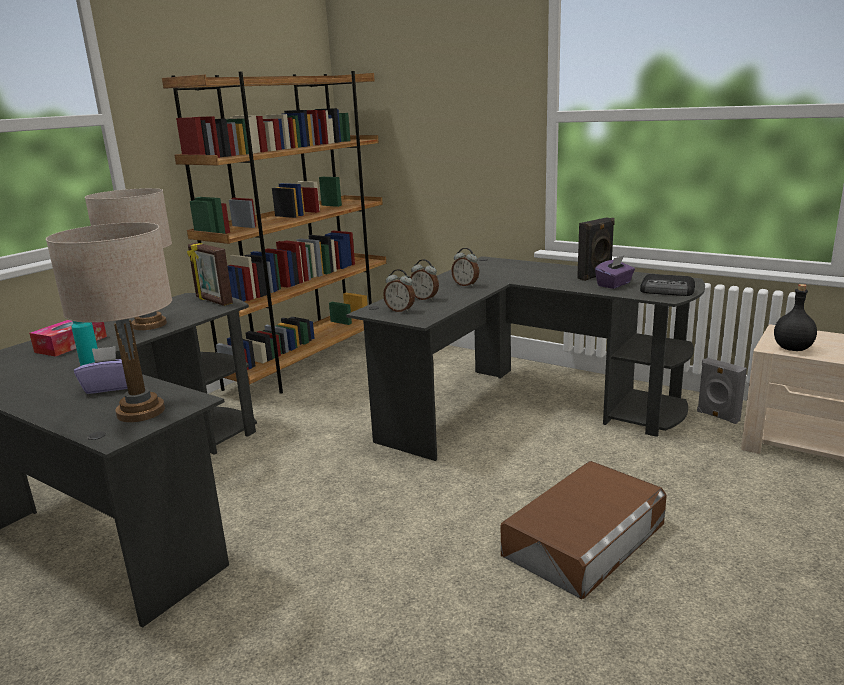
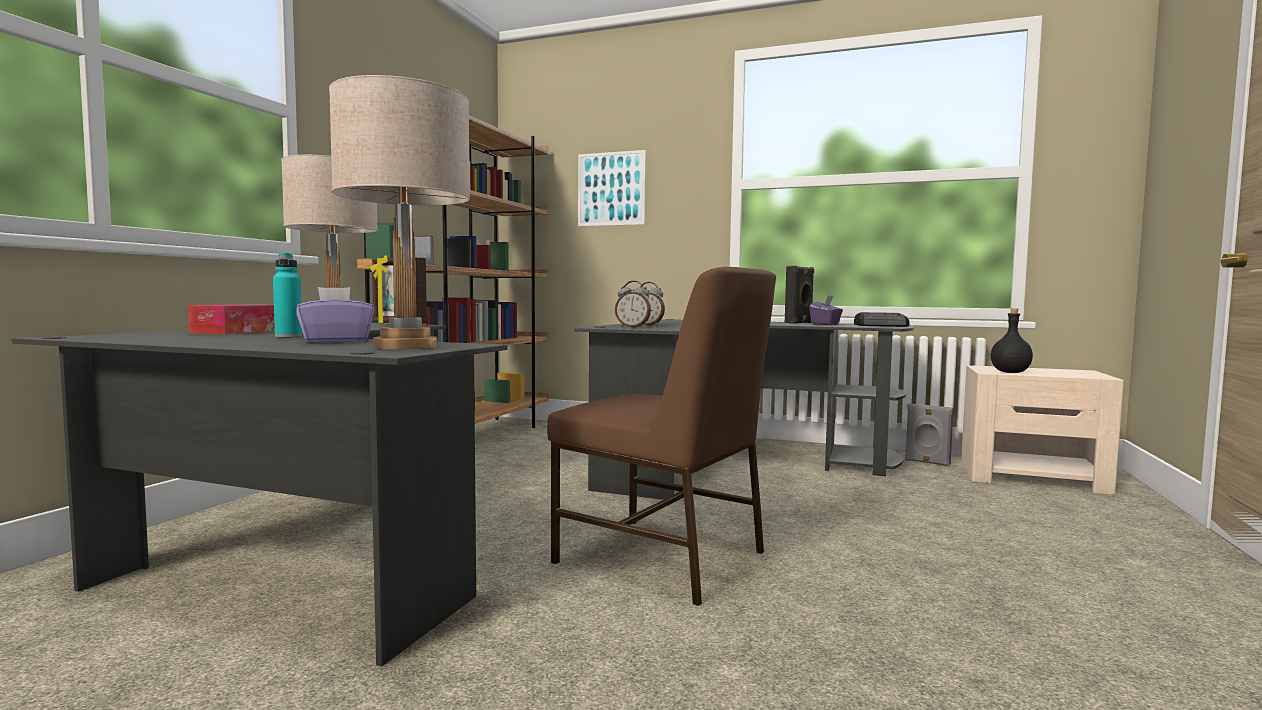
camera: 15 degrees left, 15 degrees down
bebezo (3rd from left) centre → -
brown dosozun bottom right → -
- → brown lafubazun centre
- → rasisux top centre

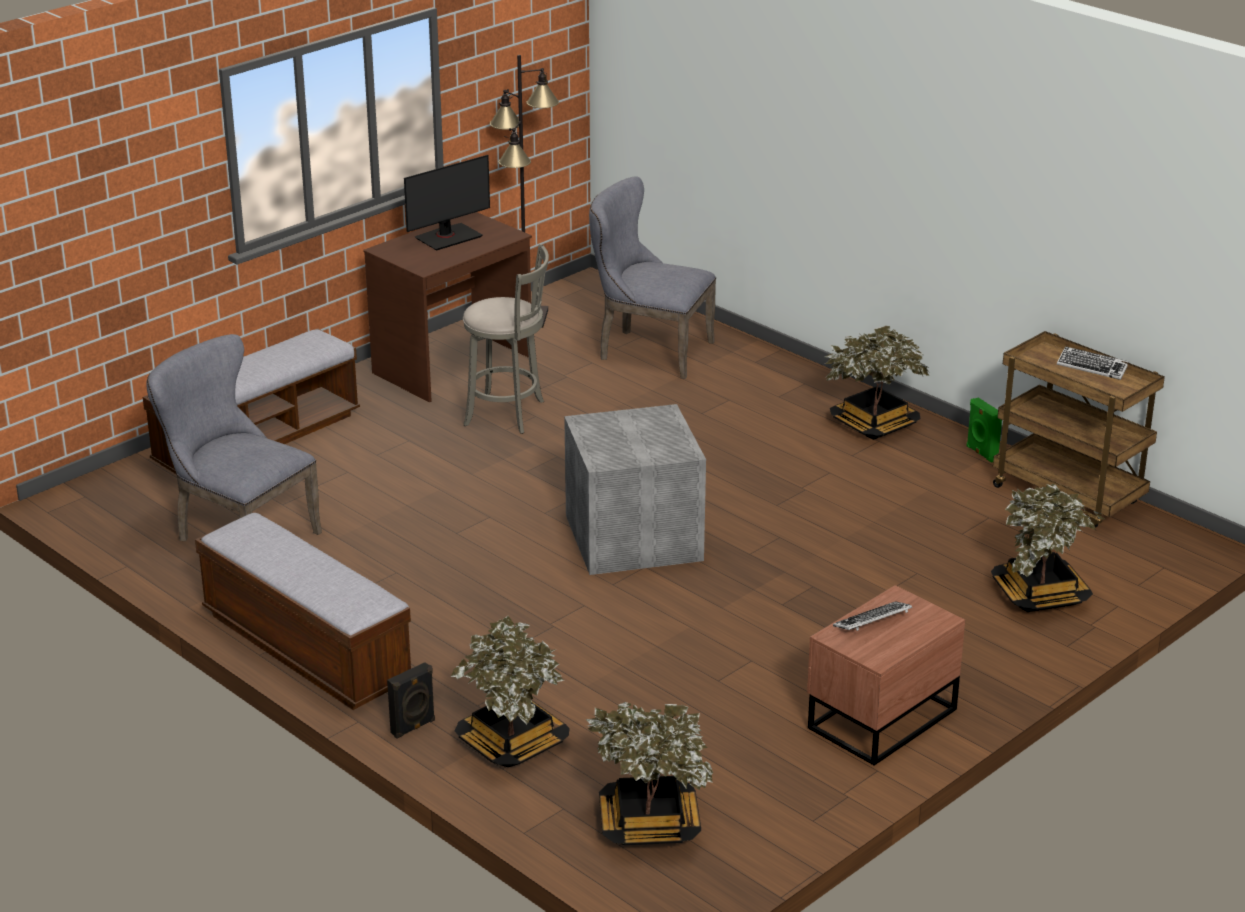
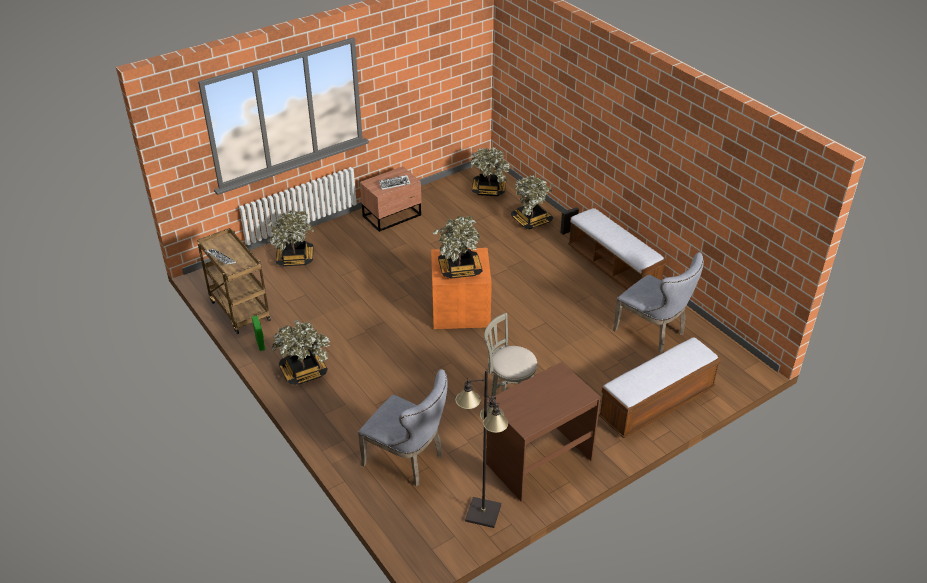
camera: 170 degrees left, 10 degrees up
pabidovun top centre → -
grey dosozun centre → orange dosozun centre
- → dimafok (3rd from left) centre

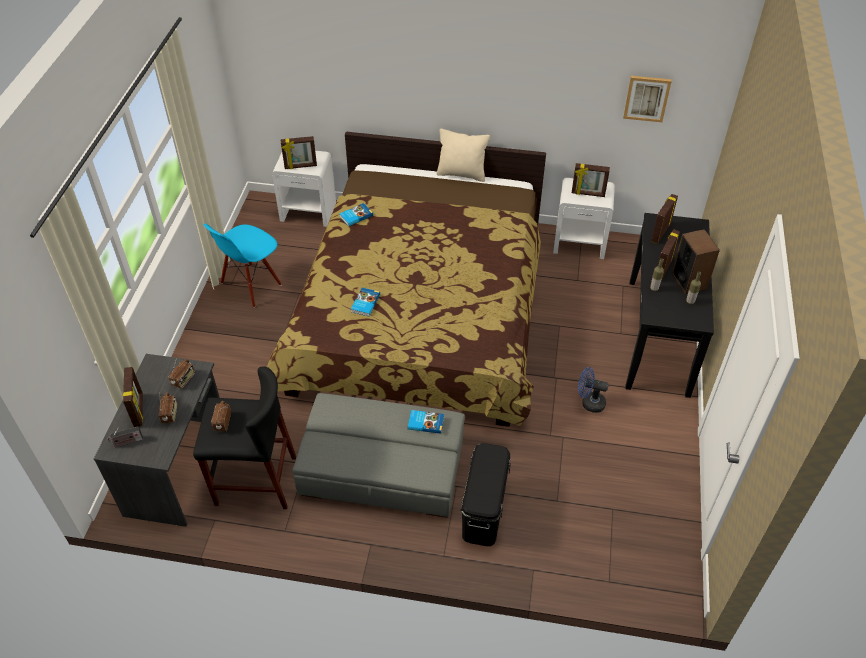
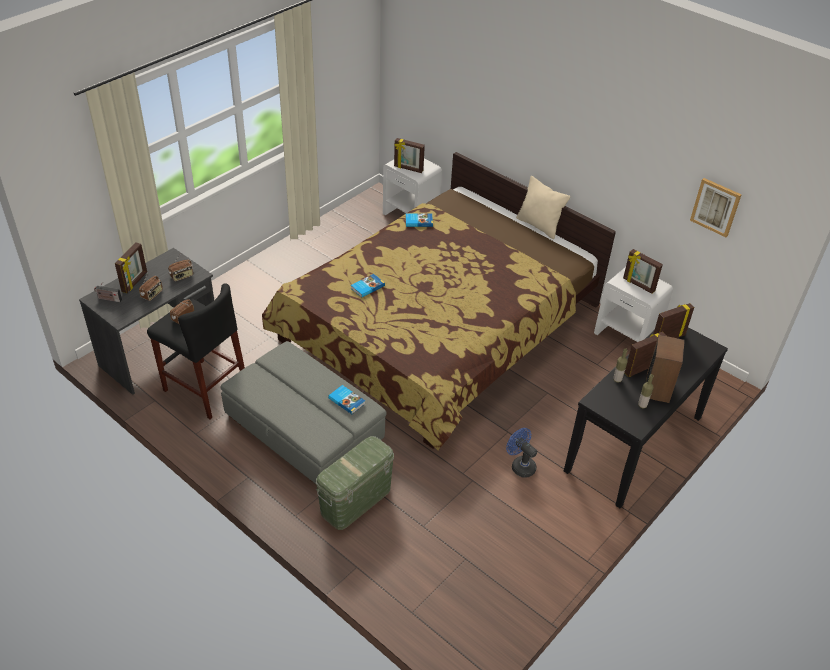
camera: 30 degrees right, 5 degrees down
blue lafubazun middle left → -
black dosozun bottom centre → green dosozun bottom centre

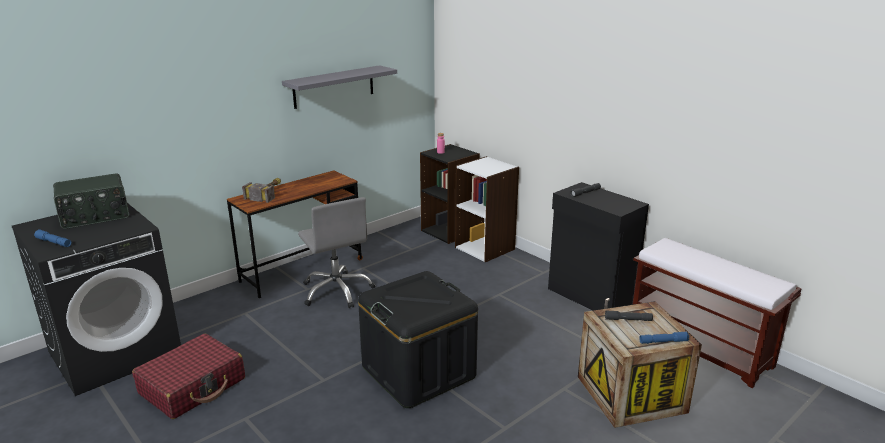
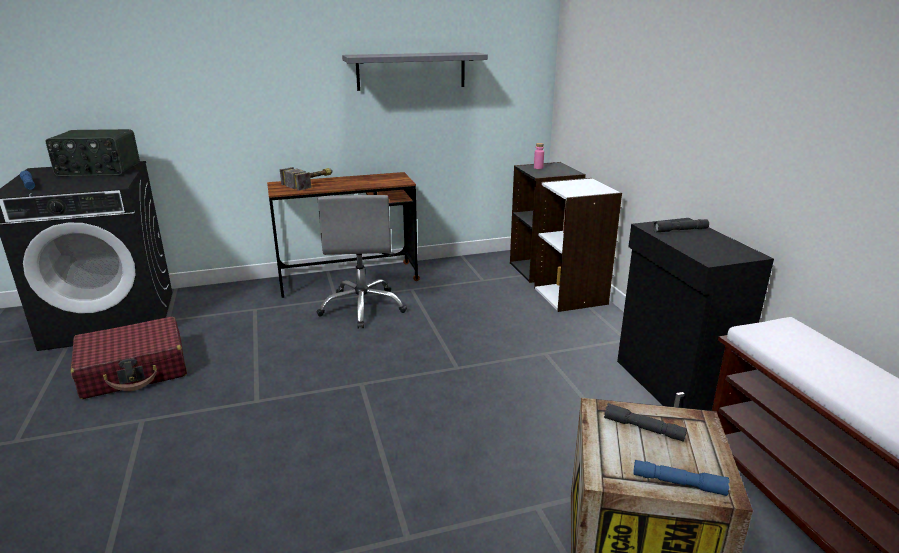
camera: 25 degrees right, 0 degrees up
black dosozun bottom centre → -

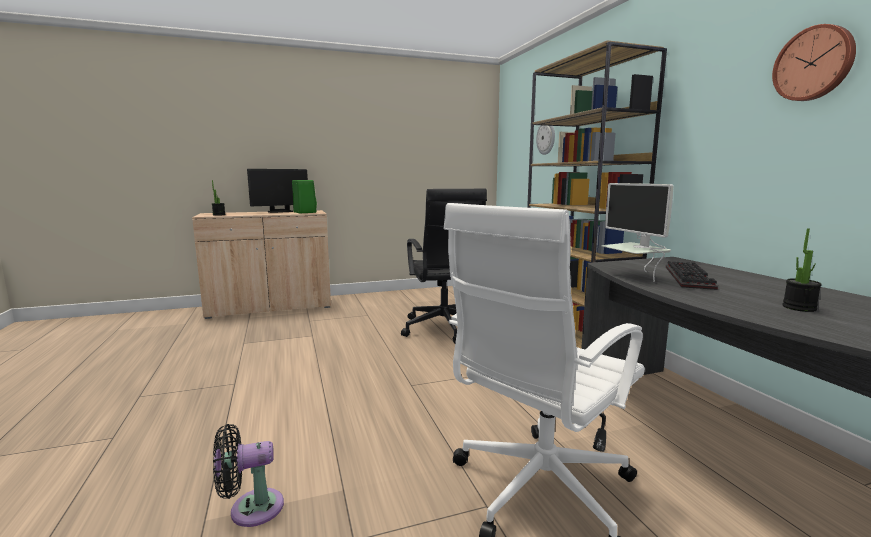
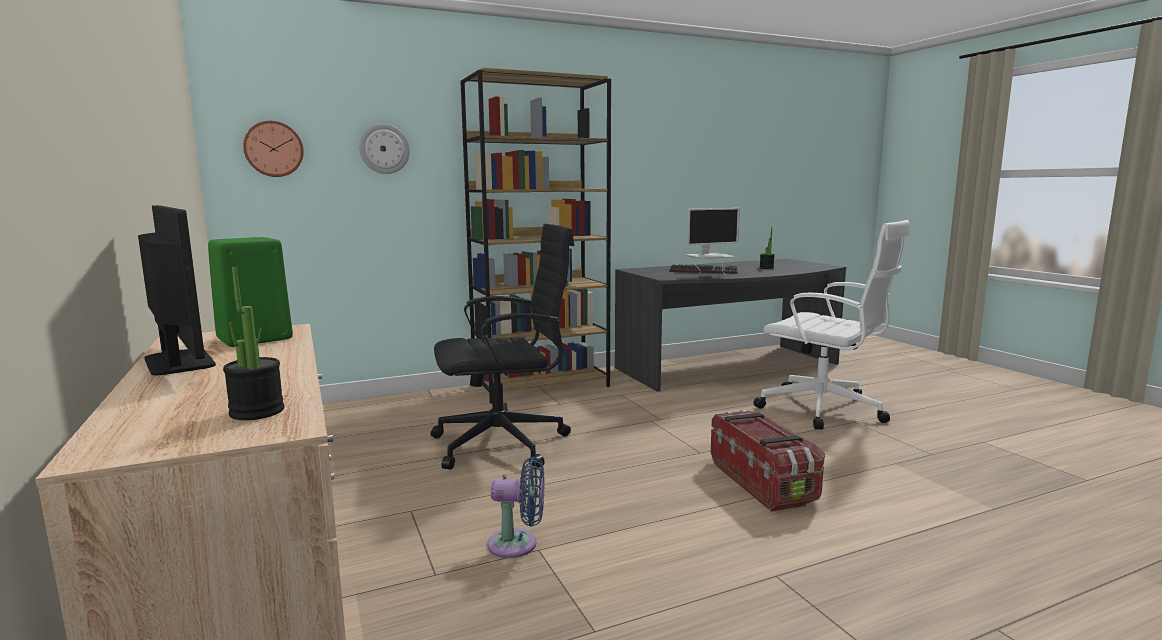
camera: 95 degrees left, 0 degrees up
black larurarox bottom left → -
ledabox (2nd from left in the first image) top right → ledabox (1st from left) top left, move
- → blue larurarox bottom centre
- → dosozun bottom centre

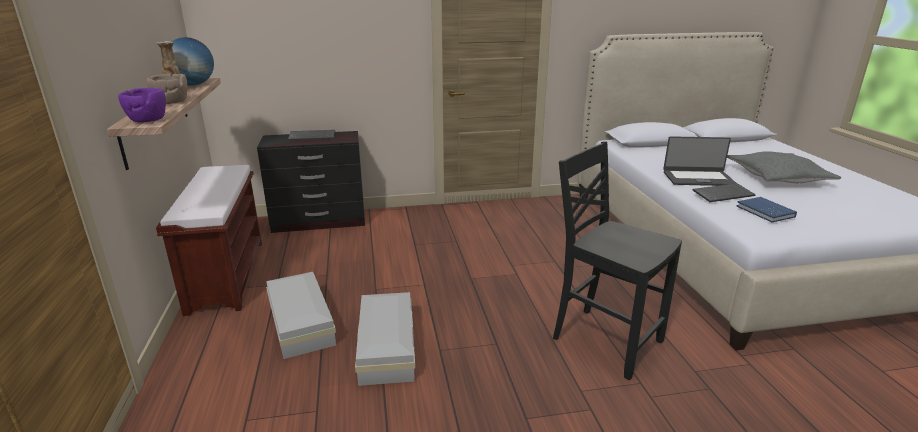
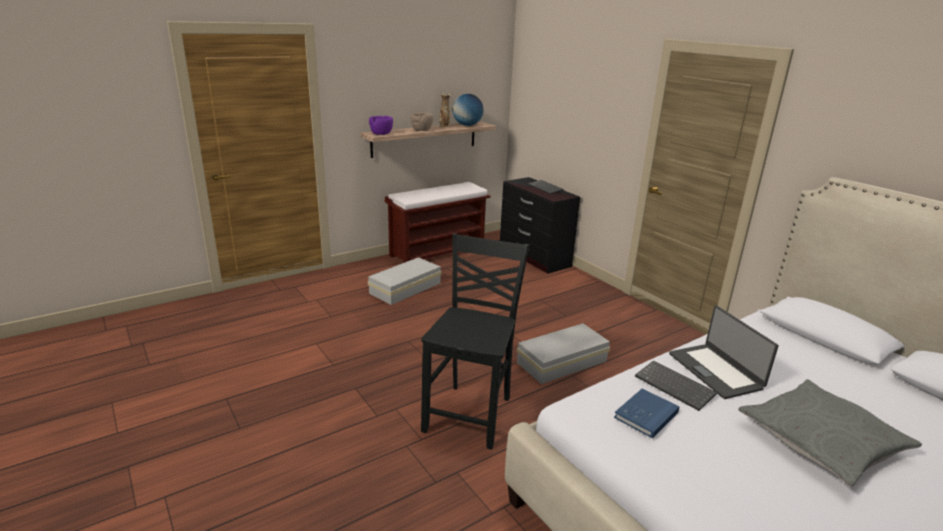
camera: 65 degrees right, 0 degrees up
white dosozun (2nd from left) bottom centre → white dosozun (2nd from left) centre, move

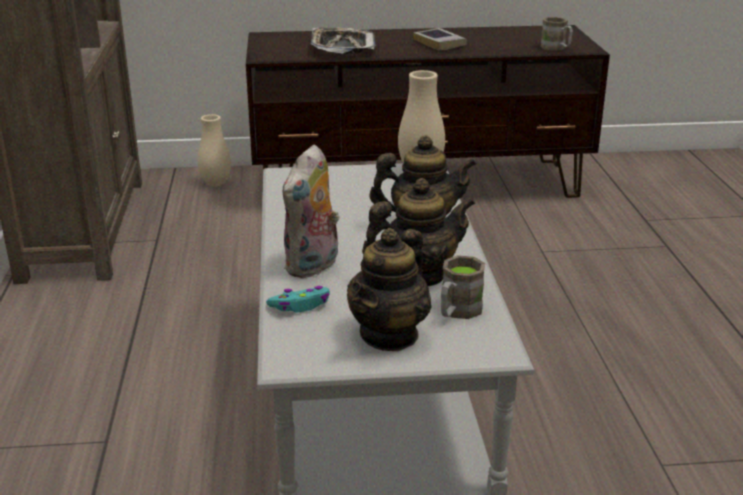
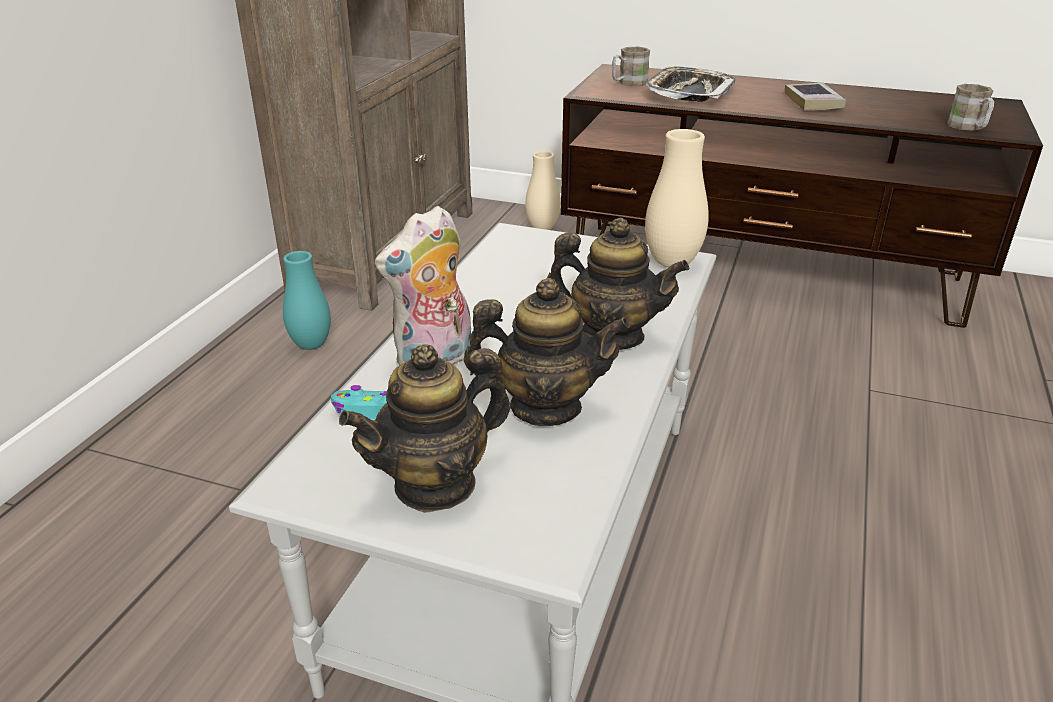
camera: 25 degrees right, 5 degrees up
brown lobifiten (1st from left) centre → brown lobifiten (1st from left) top centre, move
- → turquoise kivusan middle left

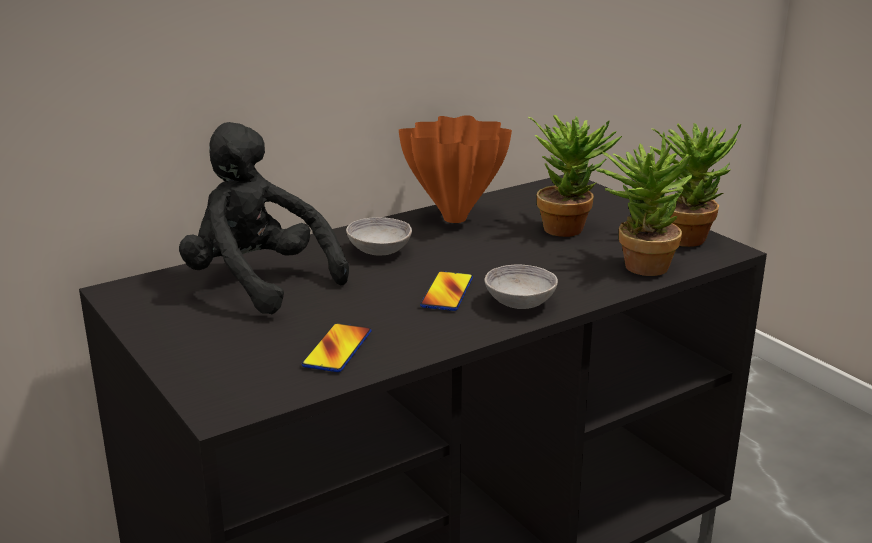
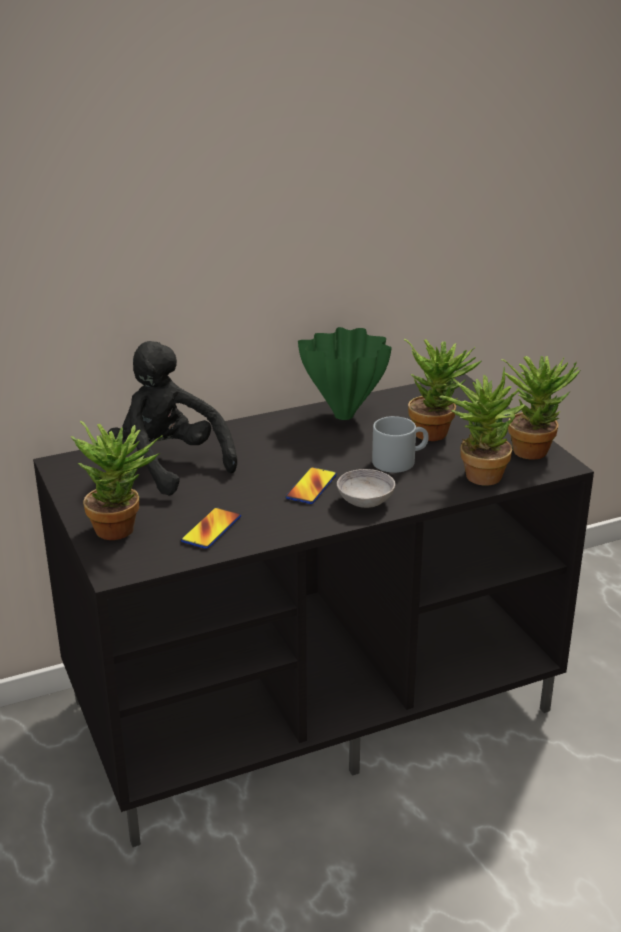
camera: 10 degrees right, 5 degrees up
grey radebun (1st from left) centre → -
orange kivusan top centre → green kivusan centre
- → dimafok (1st from left) middle left
- → grey lobifiten centre

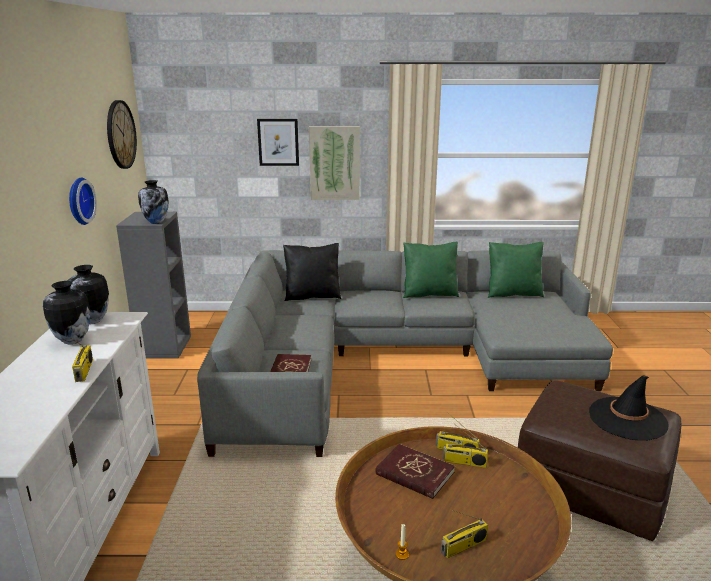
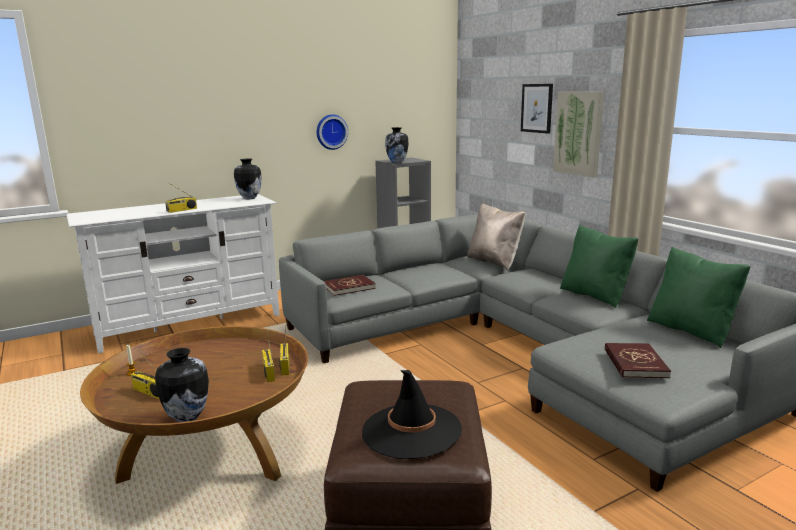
camera: 60 degrees right, 5 degrees down
kivusan (1st from left) middle left → kivusan (1st from left) bottom left, move
ledabox (2nd from left) top left → -
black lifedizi centre → beige lifedizi centre
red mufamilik (2nd from left) bottom centre → red mufamilik (2nd from left) bottom right, move

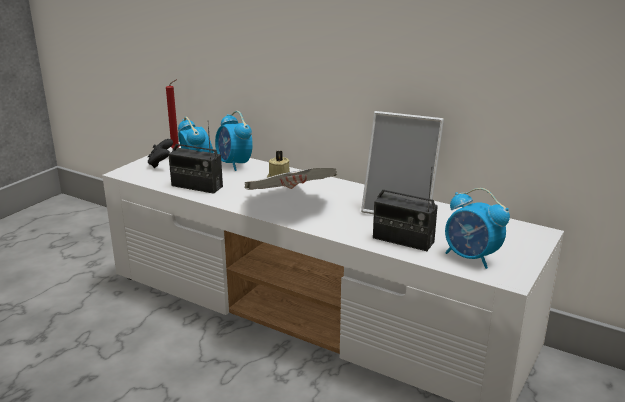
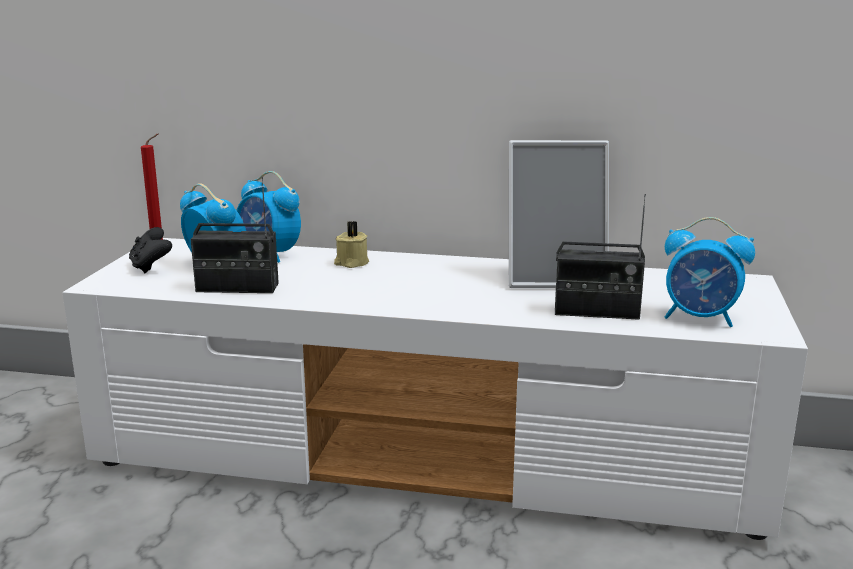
camera: 20 degrees left, 5 degrees down
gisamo centre → -

